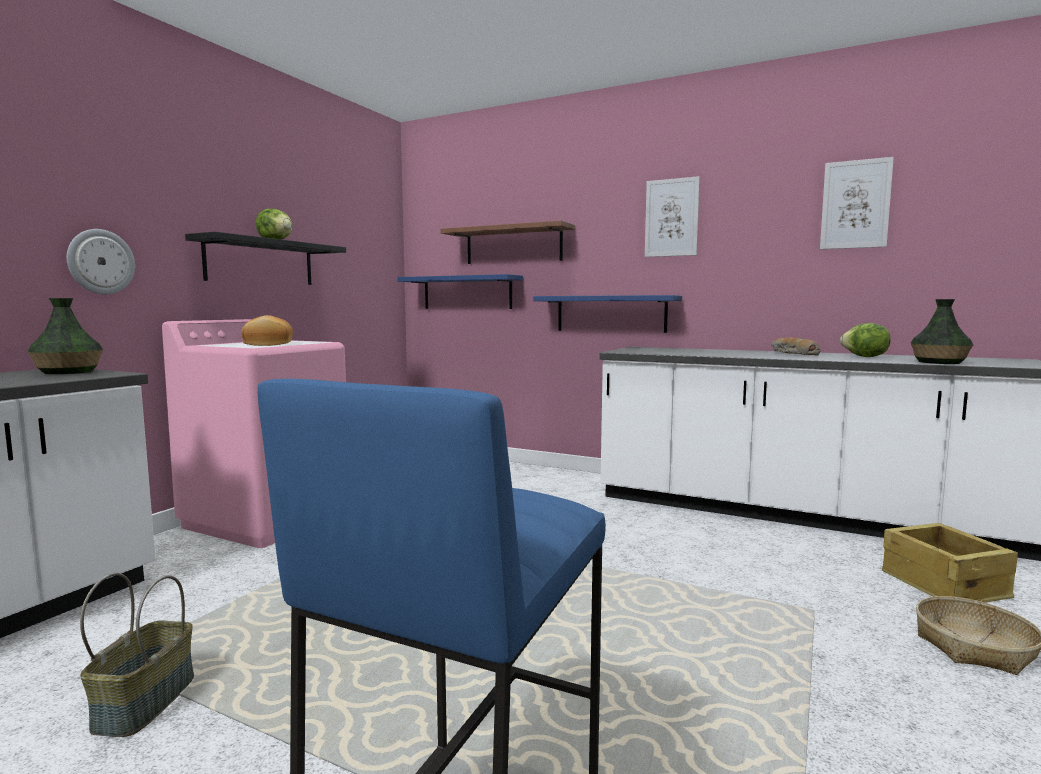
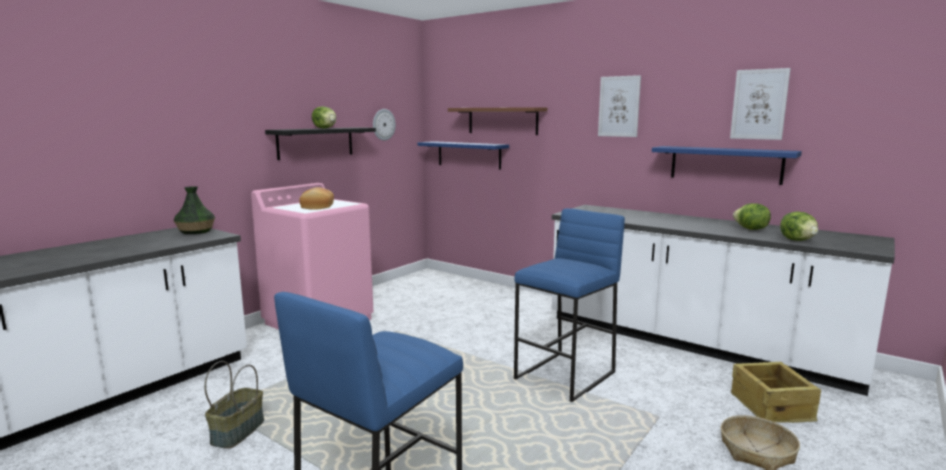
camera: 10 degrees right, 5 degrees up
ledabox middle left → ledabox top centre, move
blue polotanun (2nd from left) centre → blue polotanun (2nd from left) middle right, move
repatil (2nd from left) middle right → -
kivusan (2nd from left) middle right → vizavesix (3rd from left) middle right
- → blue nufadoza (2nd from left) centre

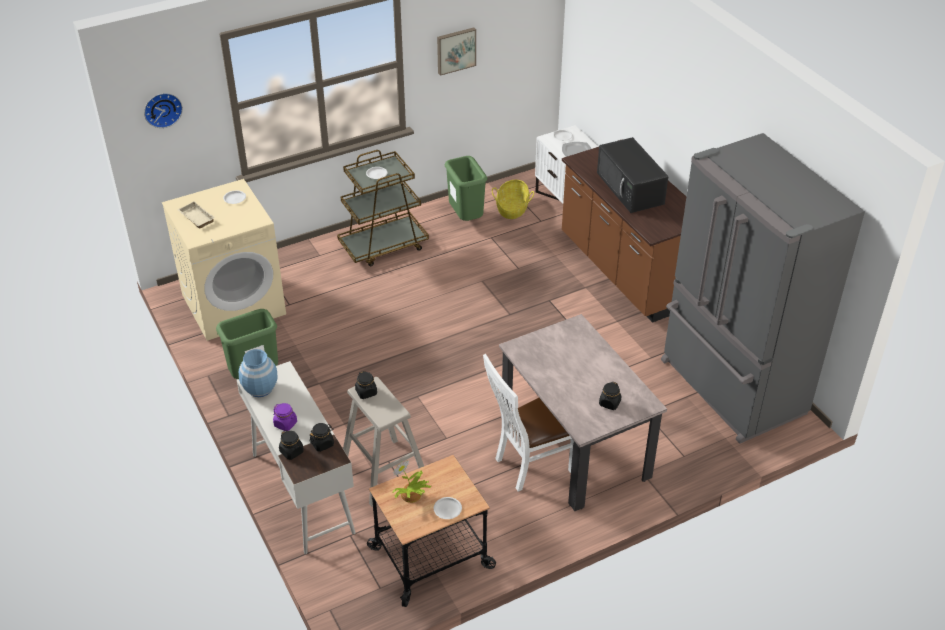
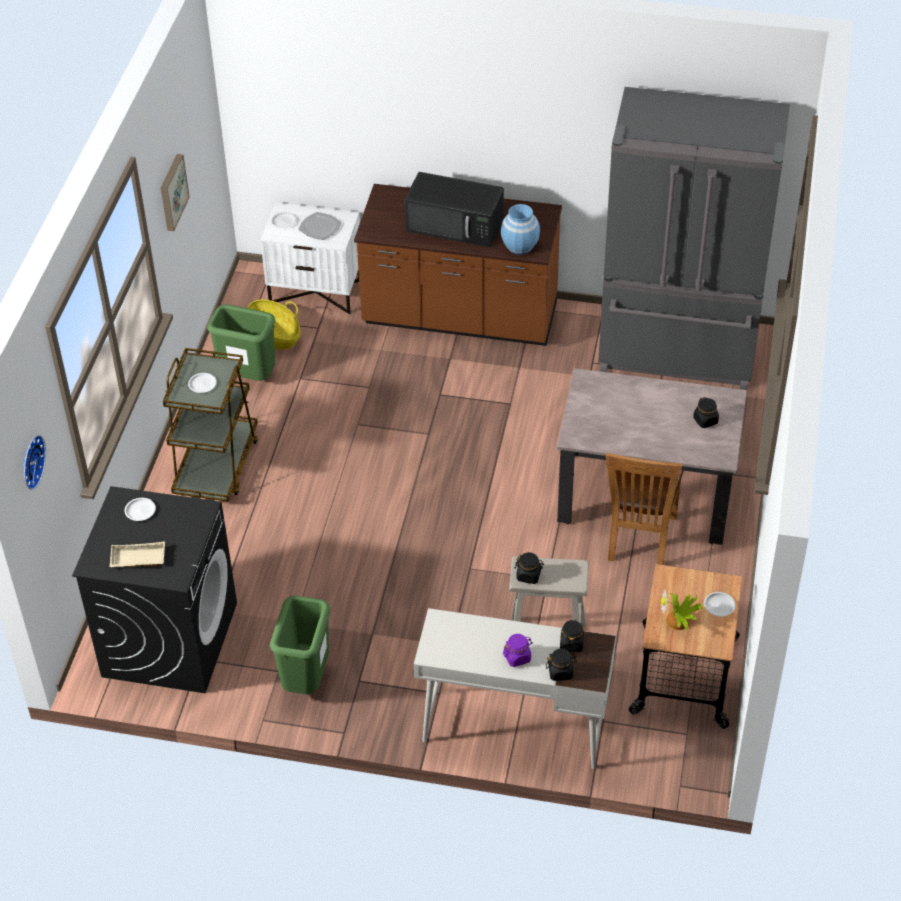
camera: 50 degrees left, 5 degrees up
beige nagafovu middle left → black nagafovu middle left
blue kivusan middle left → blue kivusan top centre, move
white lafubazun bottom centre → brown lafubazun middle right

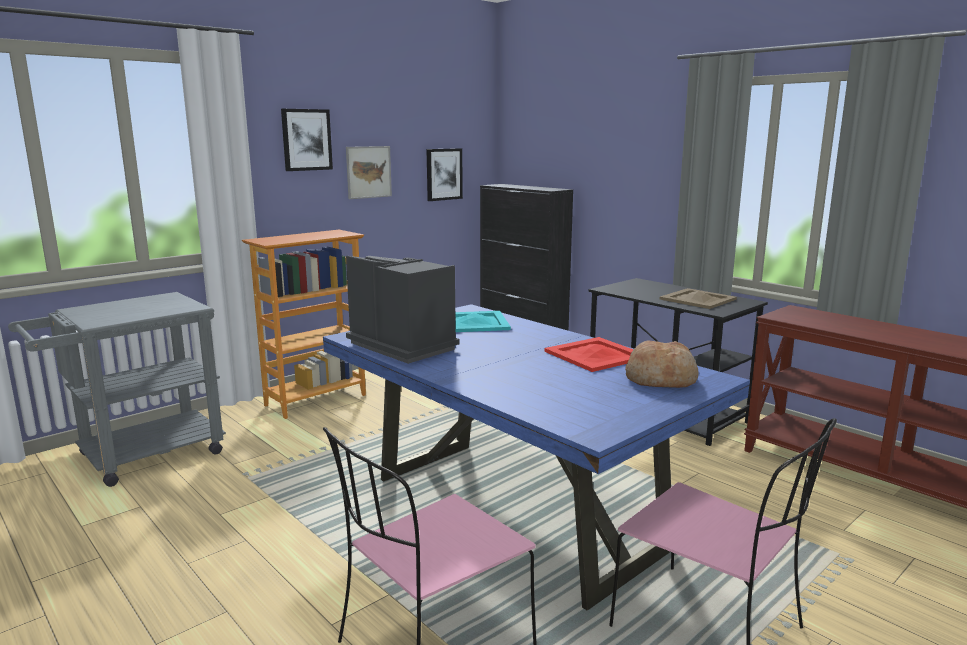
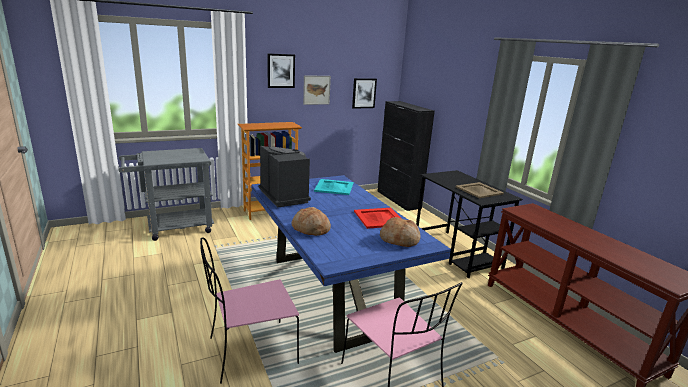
camera: 15 degrees right, 5 degrees up
- → repatil (1st from left) centre

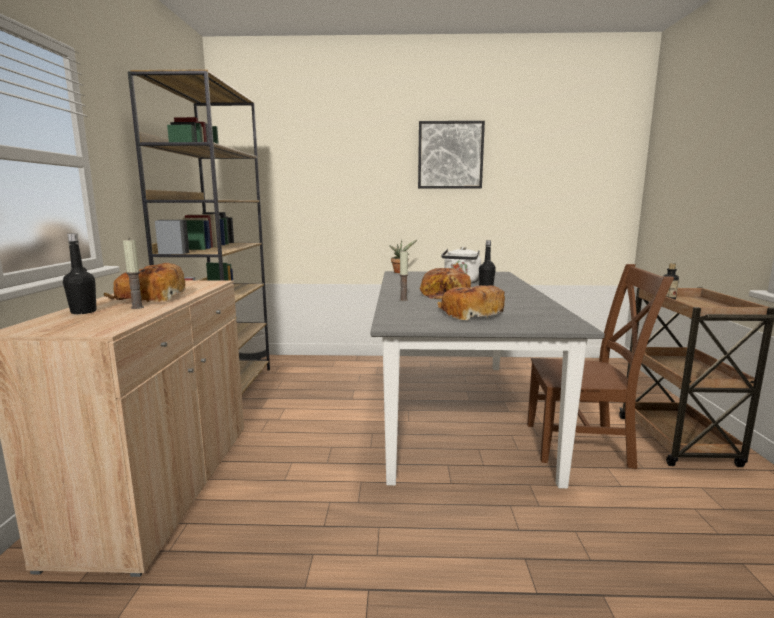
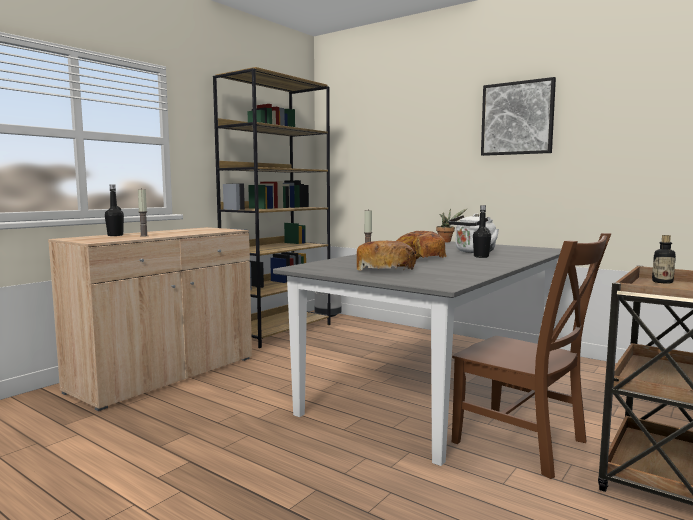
camera: 35 degrees right, 5 degrees down
repatil (1st from left) middle left → -

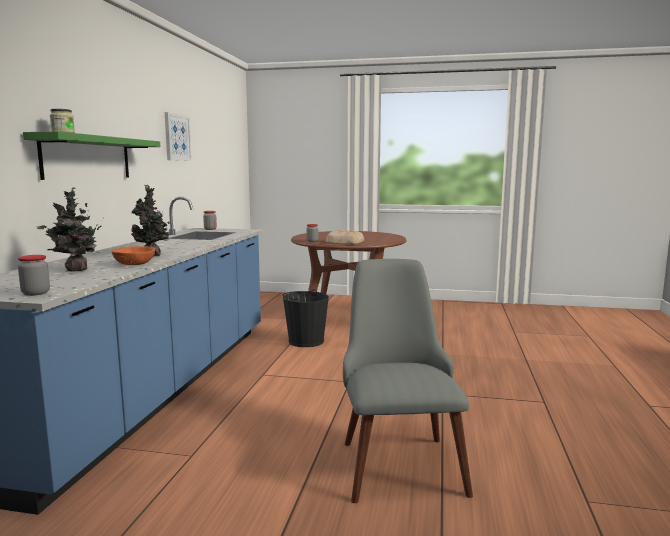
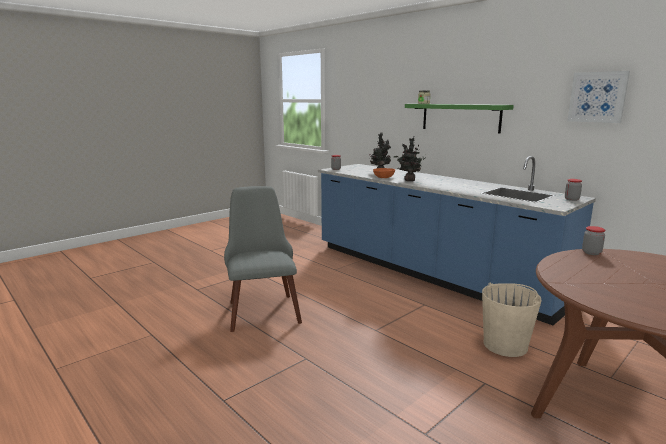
camera: 125 degrees right, 5 degrees up
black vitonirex centre → beige vitonirex bottom right
repatil centre → -
grey lafubazun bottom centre → grey lafubazun centre, 135 degrees counterclockwise

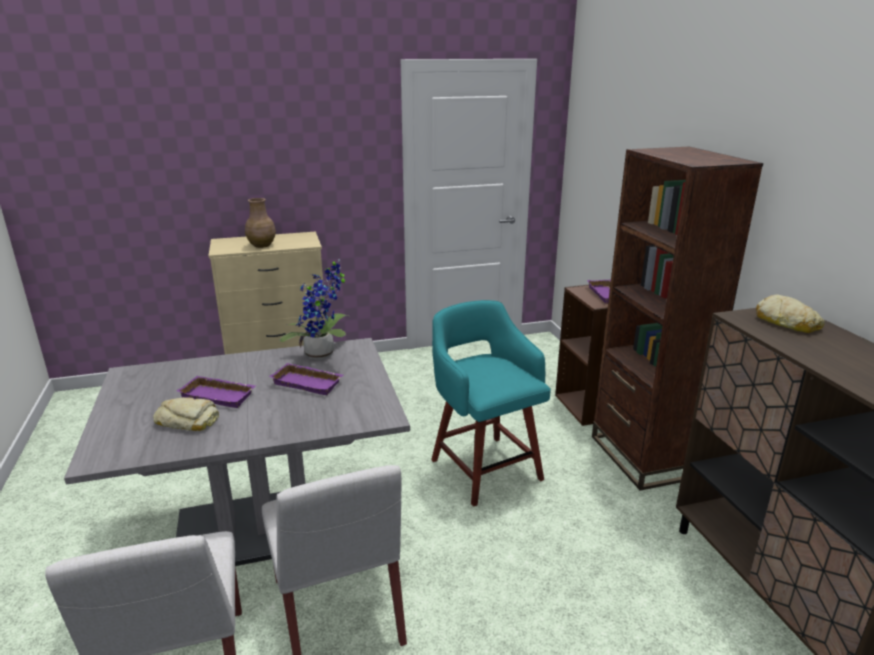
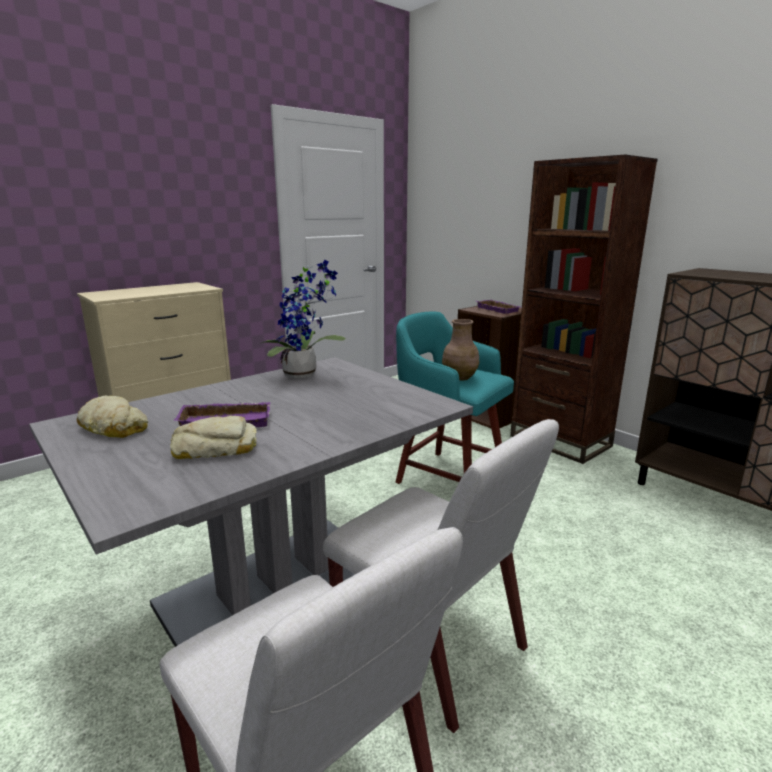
camera: 25 degrees left, 5 degrees down
brown kivusan middle left → brown kivusan centre, move
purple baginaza (2nd from left) centre → -
repatil (2nd from left in the first image) middle right → repatil (1st from left) middle left, move

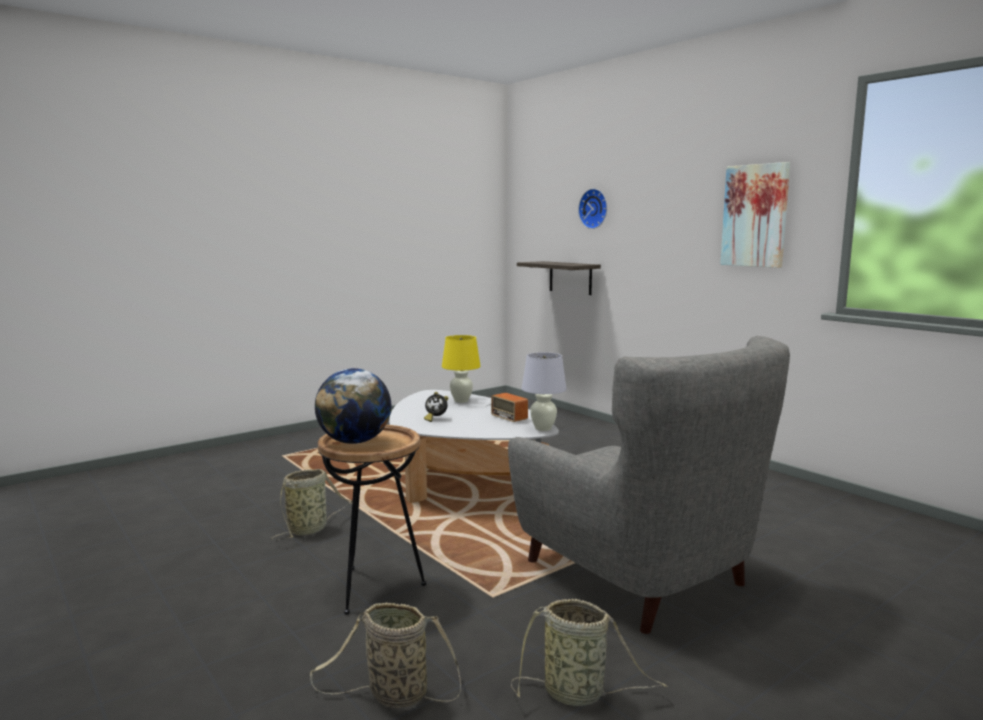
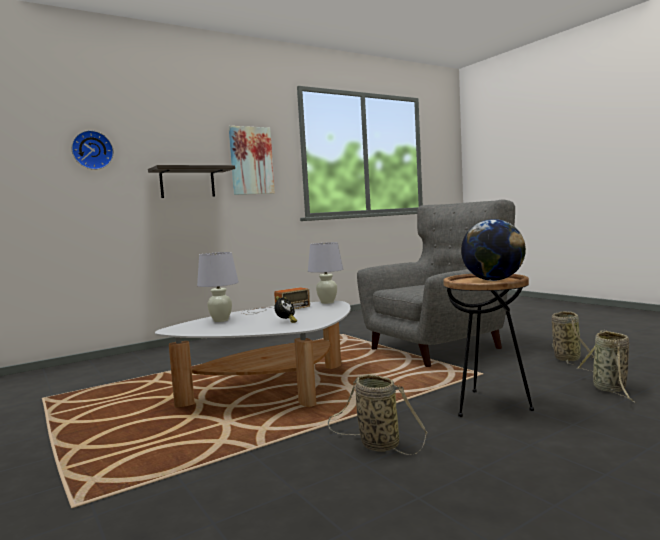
camera: 85 degrees left, 5 degrees down
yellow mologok centre → white mologok (1st from left) middle left
polotanun centre → polotanun middle left, move

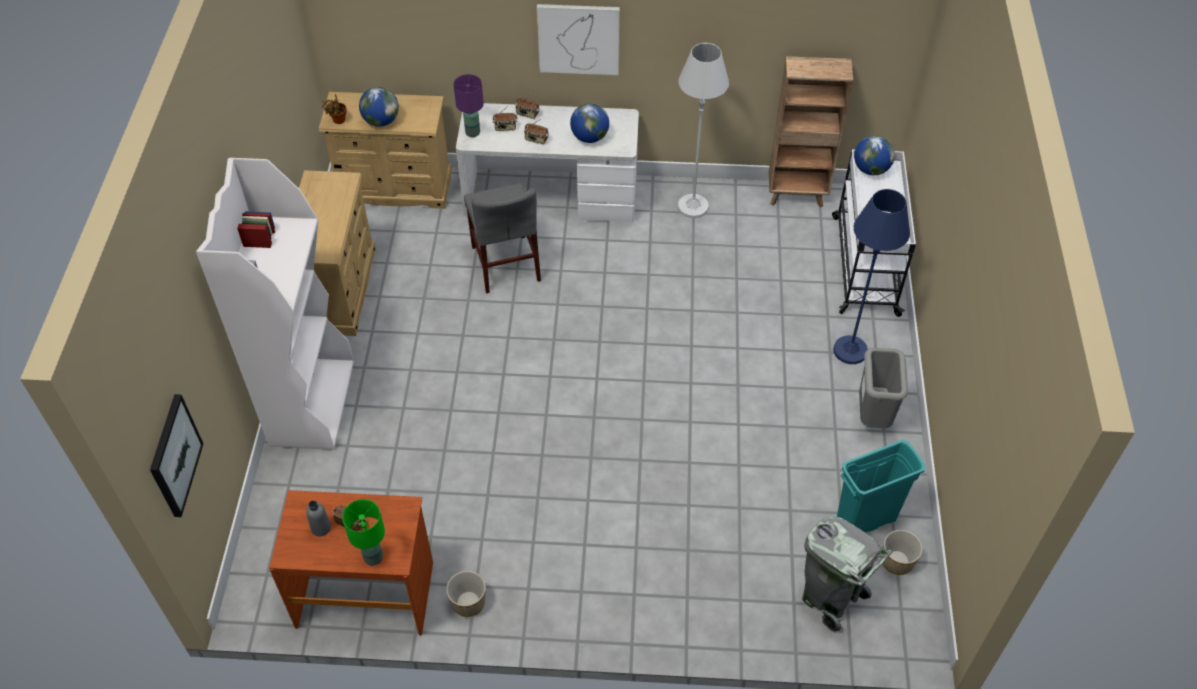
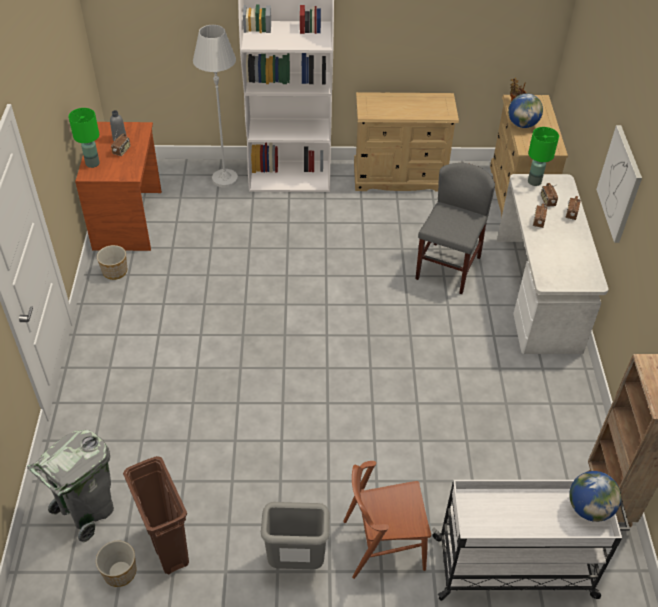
camera: 85 degrees right, 5 degrees down
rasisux (1st from left) middle left → -
purple mologok top centre → green mologok (2nd from left) top right
grey lafubazun centre → grey lafubazun middle right, 135 degrees clockwise
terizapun (2nd from left) top centre → -
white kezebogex top centre → white kezebogex top left, move
blue kezebogex middle right → brown lafubazun bottom centre
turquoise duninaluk bottom right → brown duninaluk bottom left

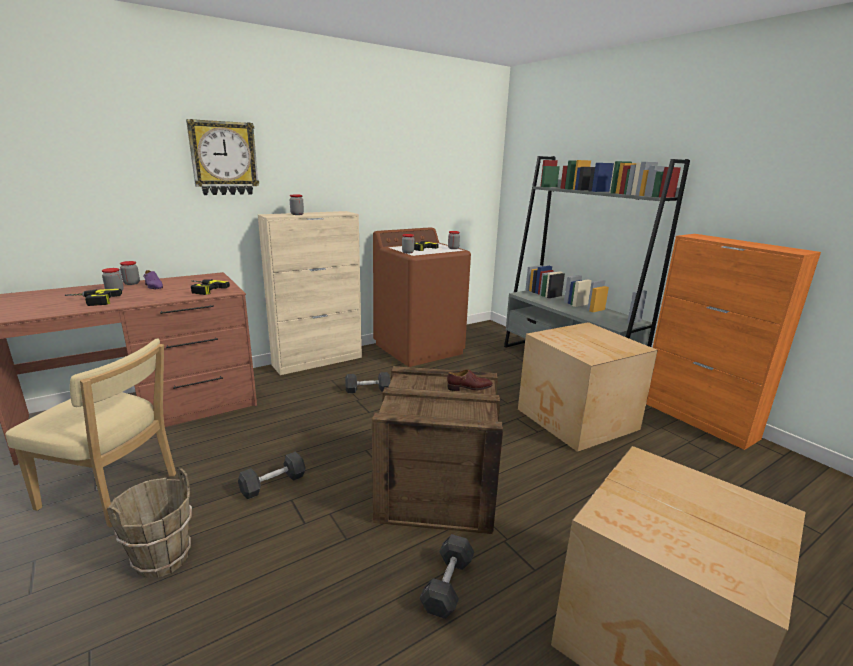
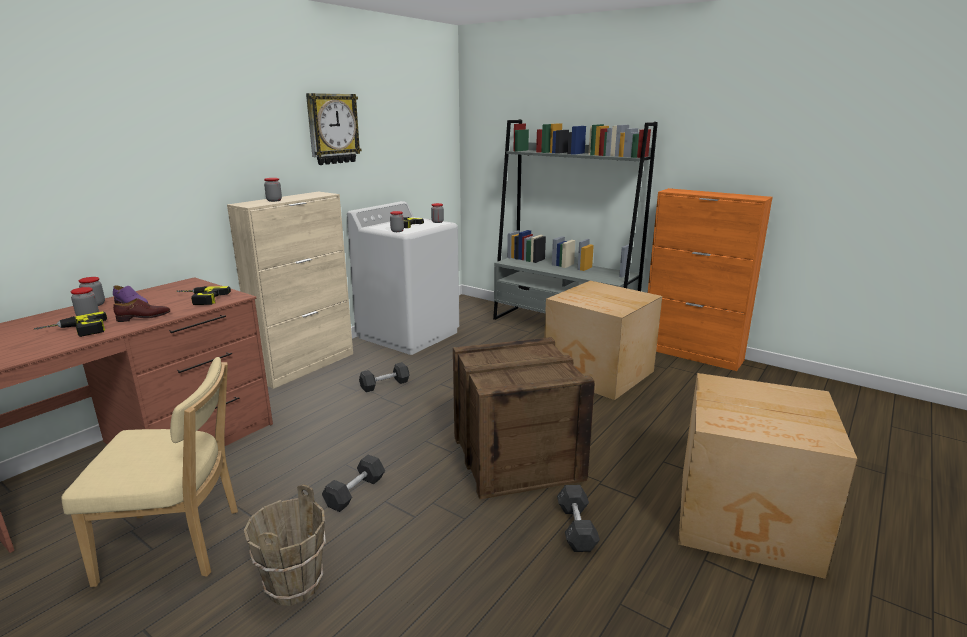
camera: 20 degrees left, 0 degrees up
ledabox top left → ledabox top centre, move
brown nagafovu centre → white nagafovu centre
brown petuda centre → brown petuda middle left, move

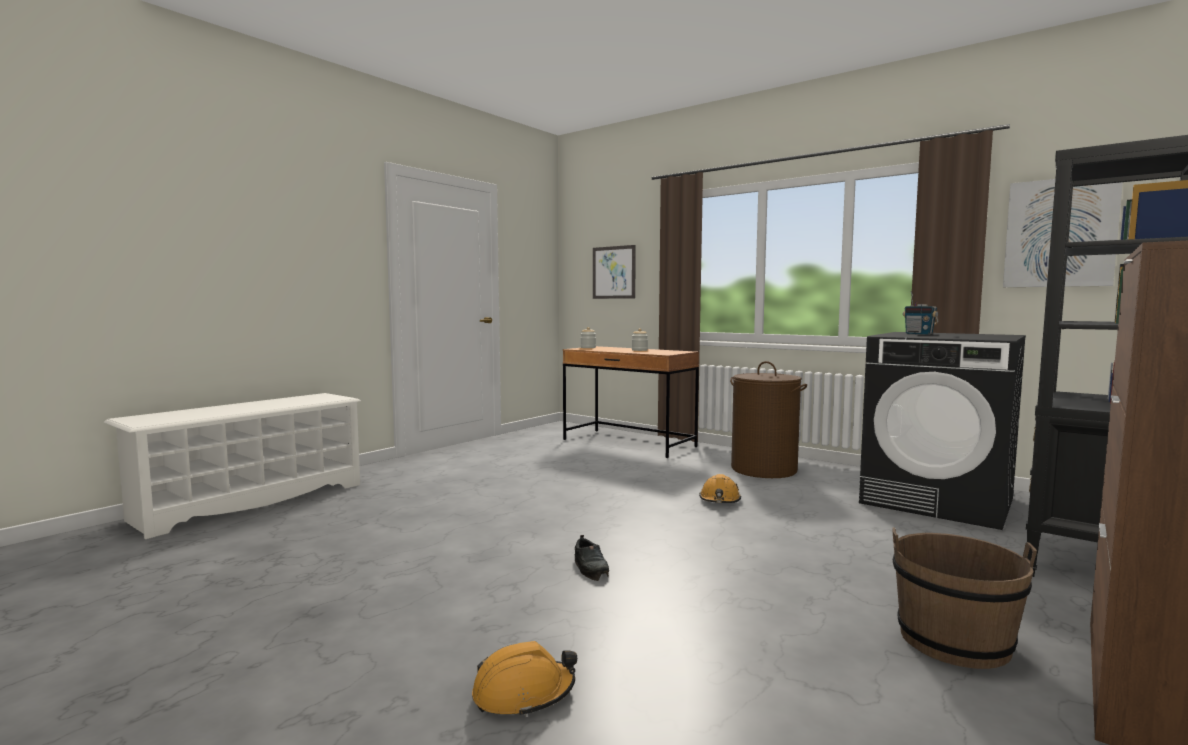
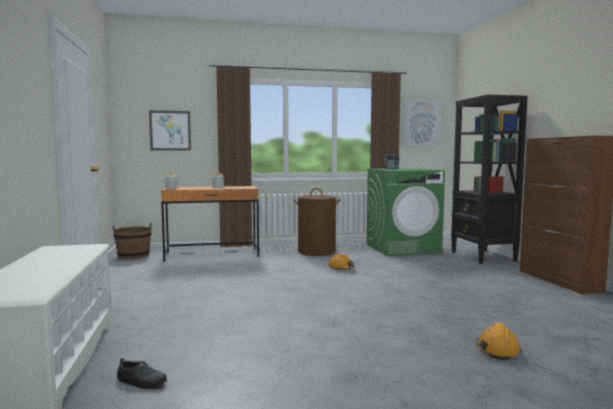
camera: 50 degrees left, 0 degrees up
black petuda bottom centre → black petuda bottom left, move
black nagafovu middle right → green nagafovu centre
brown vitonirex bottom right → brown vitonirex middle left, move

